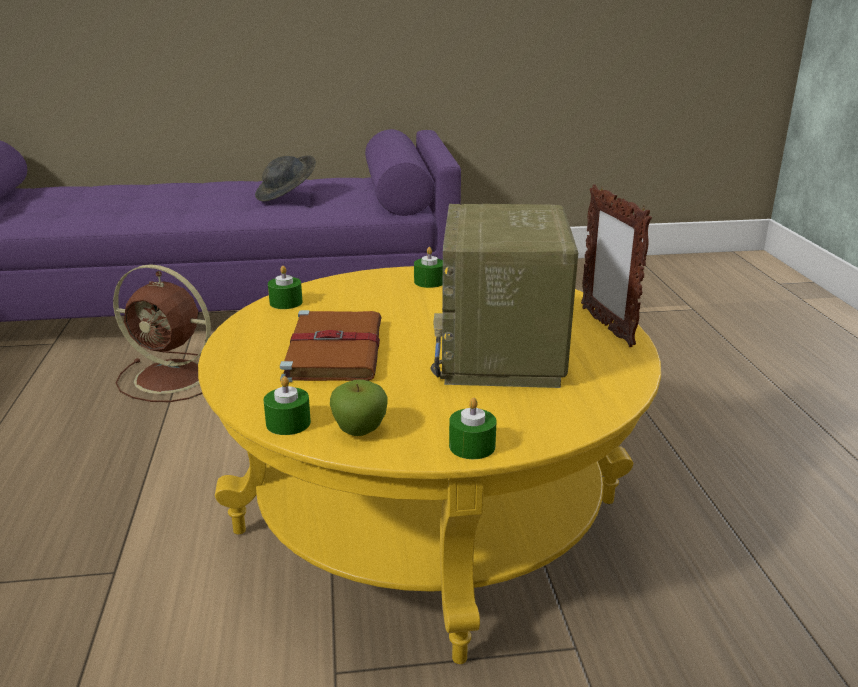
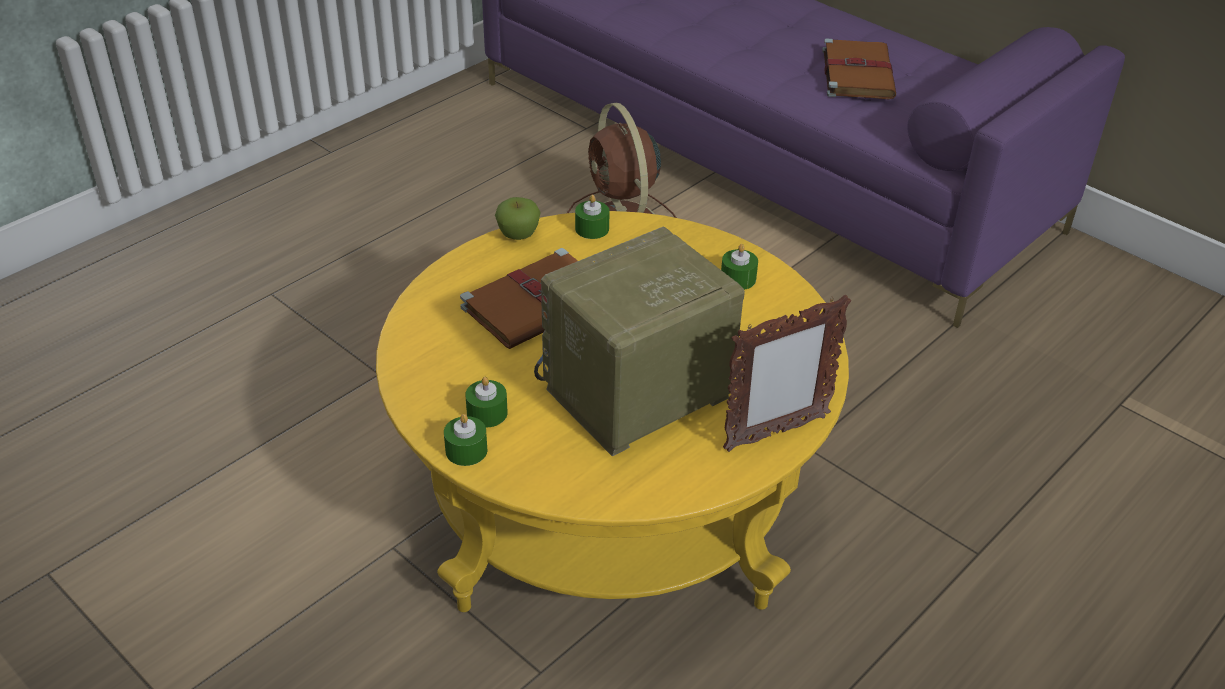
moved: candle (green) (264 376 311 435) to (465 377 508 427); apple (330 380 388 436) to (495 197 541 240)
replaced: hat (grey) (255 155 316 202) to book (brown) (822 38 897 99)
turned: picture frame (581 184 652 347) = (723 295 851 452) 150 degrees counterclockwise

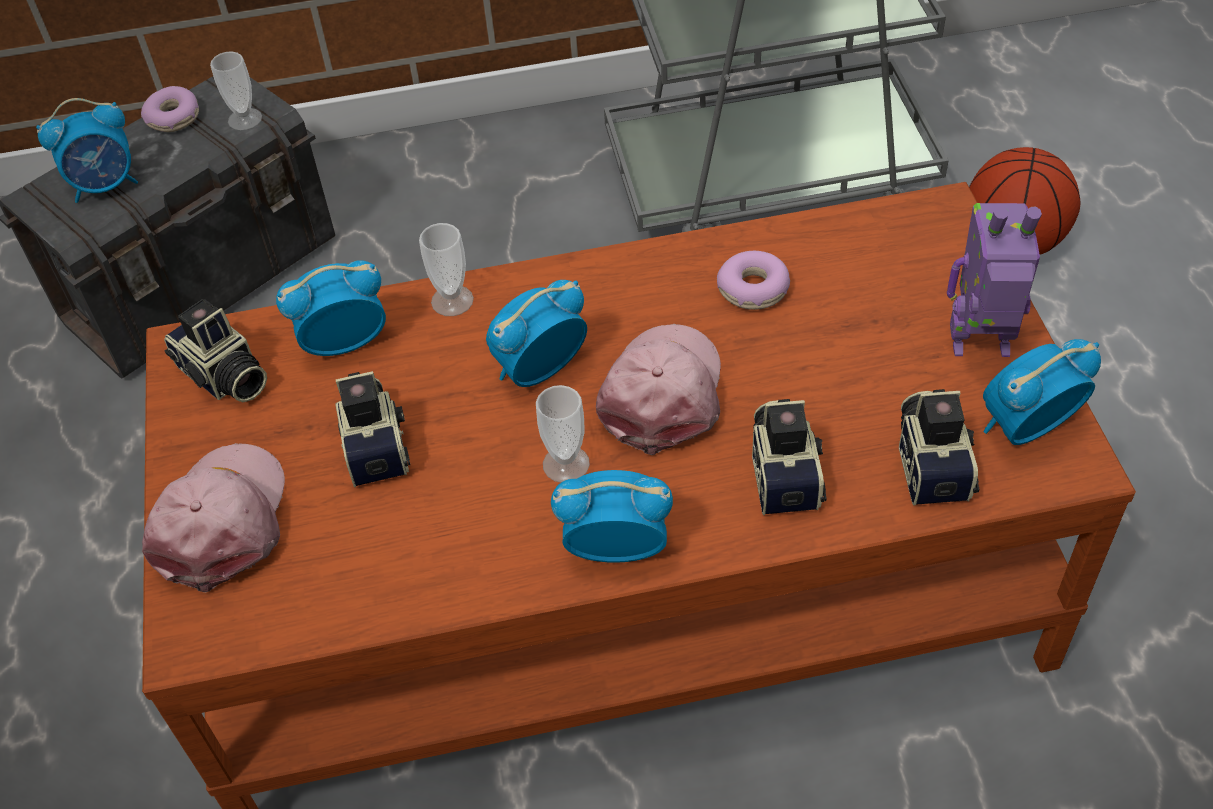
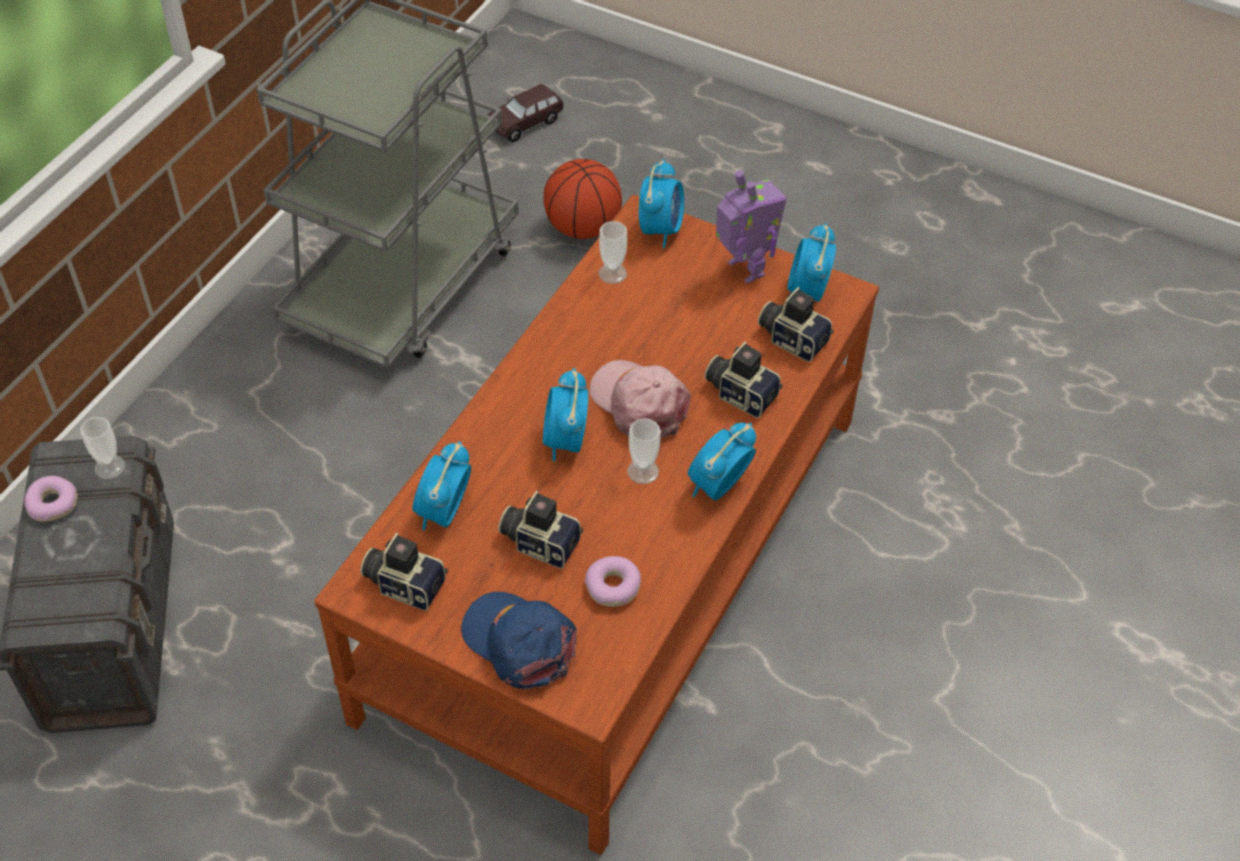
added: toy car (brown) (488 84 563 142)
moved: alarm clock (36 98 138 203) to (639 159 684 248); cup (419 223 474 316) to (599 221 627 284); donut (717 251 790 310) to (585 556 641 607)
recoloured: cap (pink) (142 443 285 592) to cap (blue) (461 592 577 689)
turned: photo camera (164 299 267 402) = (360 533 448 611) 150 degrees counterclockwise; toy robot (947 203 1042 357) = (716 170 787 284) 105 degrees clockwise

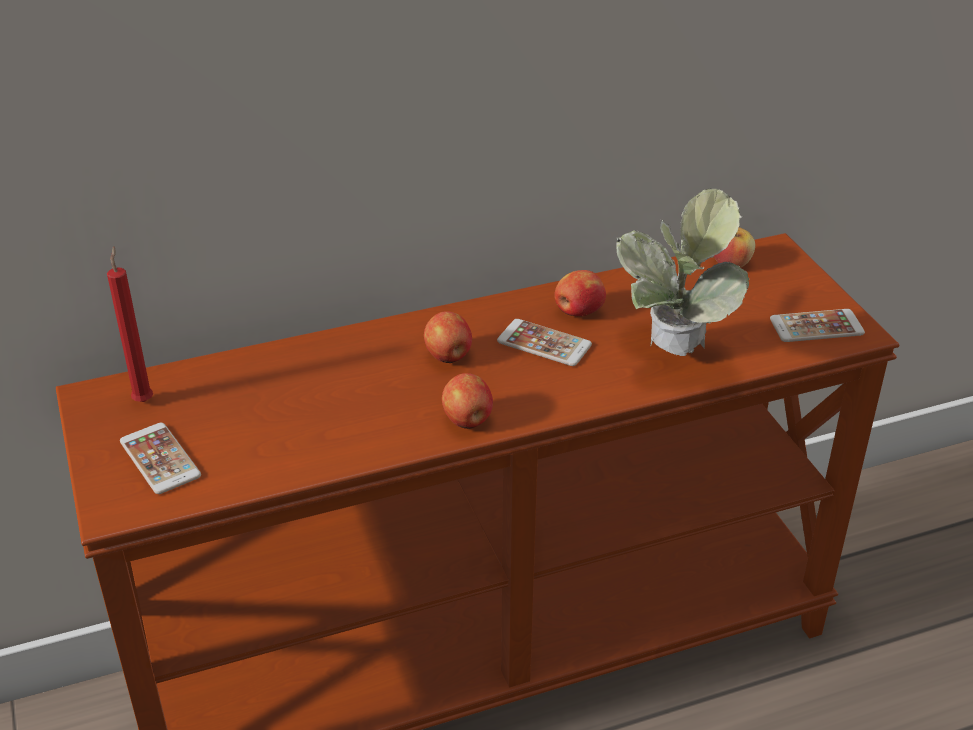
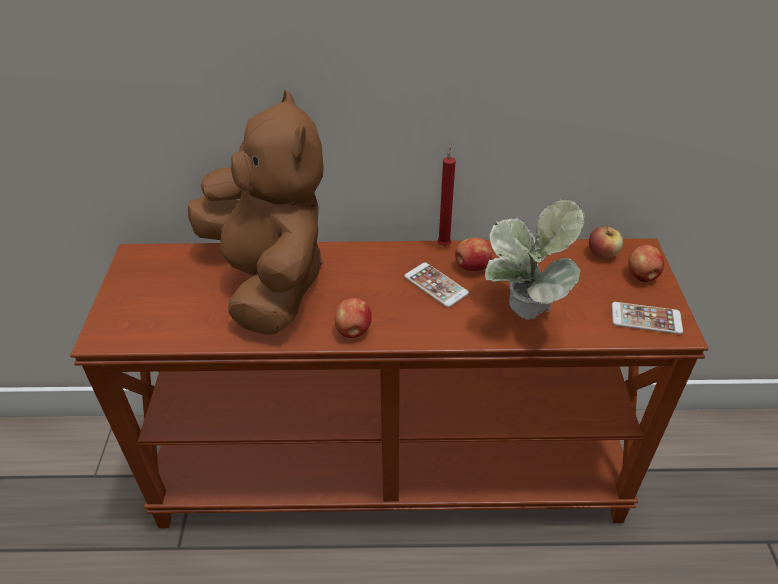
removed: phone (120 423 201 494)
added: plush toy (brown) (188 90 324 335)
moved: candle (red) (107 246 153 402) to (437 143 456 246); apple (424 311 472 363) to (628 245 664 282)

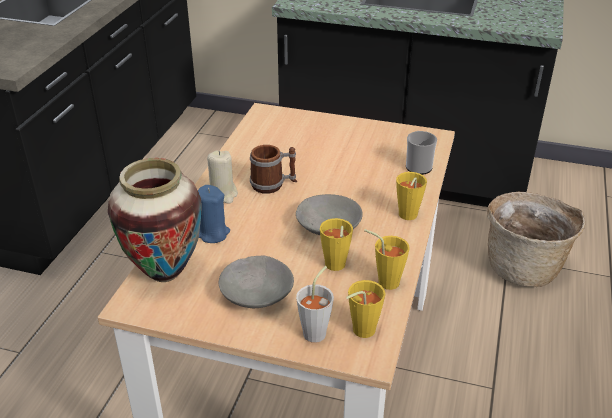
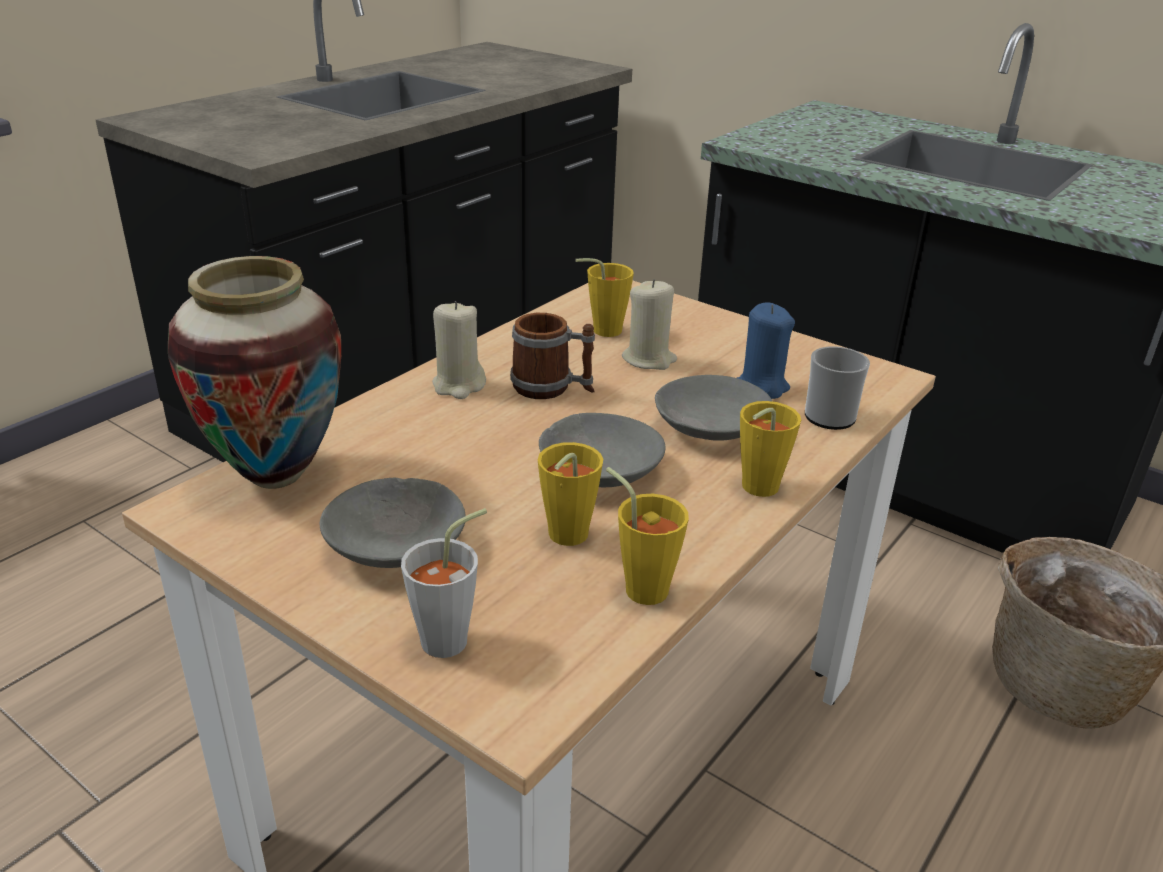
added: candle (beige) (622 279 677 370); bowl (grey) (655 375 773 441)
moved: candle (blue) (198 185 230 243) to (737 302 795 399); cup (yellow) (346 280 385 338) to (576 258 634 337)

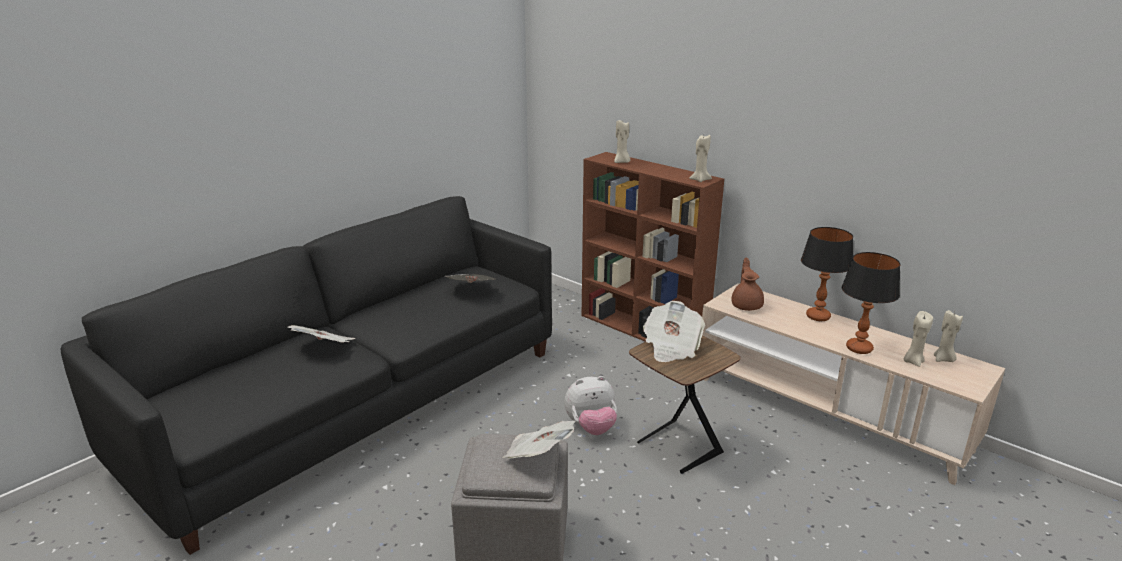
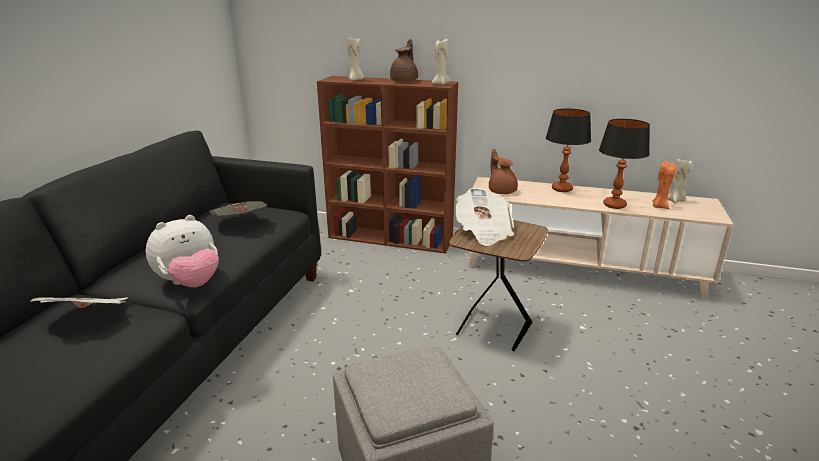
removed: newspaper (503 421 576 459)
added: teapot (brown) (390 39 418 82)
moved: plush toy (564 376 617 435) to (146 215 219 287)
recoloured: candle (beige) (903 311 933 367) to candle (orange) (653 162 676 209)

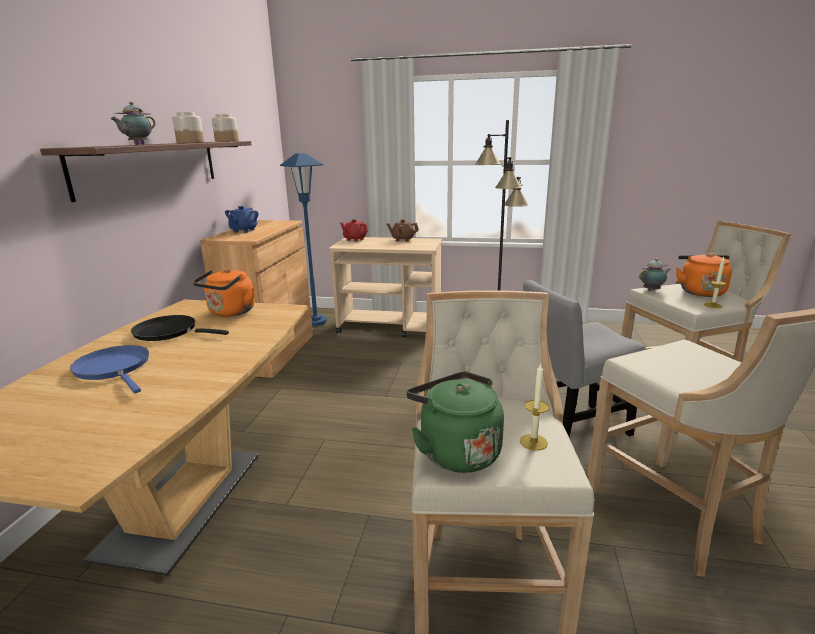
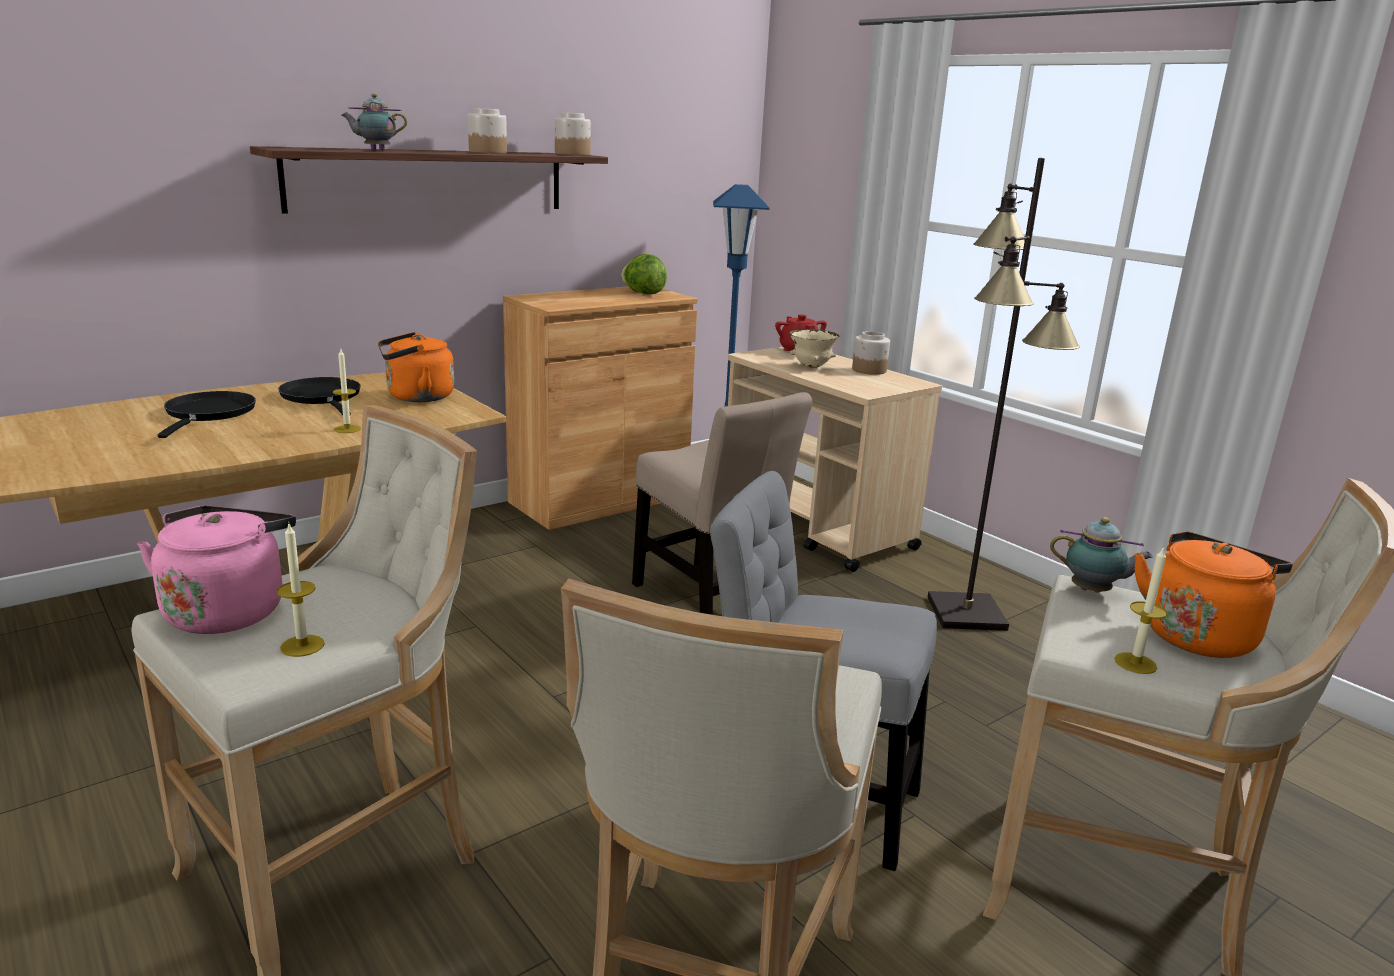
removed: teapot (blue) (225 206 258 233)
added: candle (333 349 361 433); lettuce (621 254 667 294); chair (beige) (632 392 813 615); bowl (beige) (789 329 839 368)
replaced: teapot (brown) (387 219 419 242) to jar (852 331 890 375)
recoloured: frying pan (blue) (70 345 149 393) to frying pan (black) (158 391 256 438); kettle (green) (406 372 504 473) to kettle (pink) (137 506 296 634)

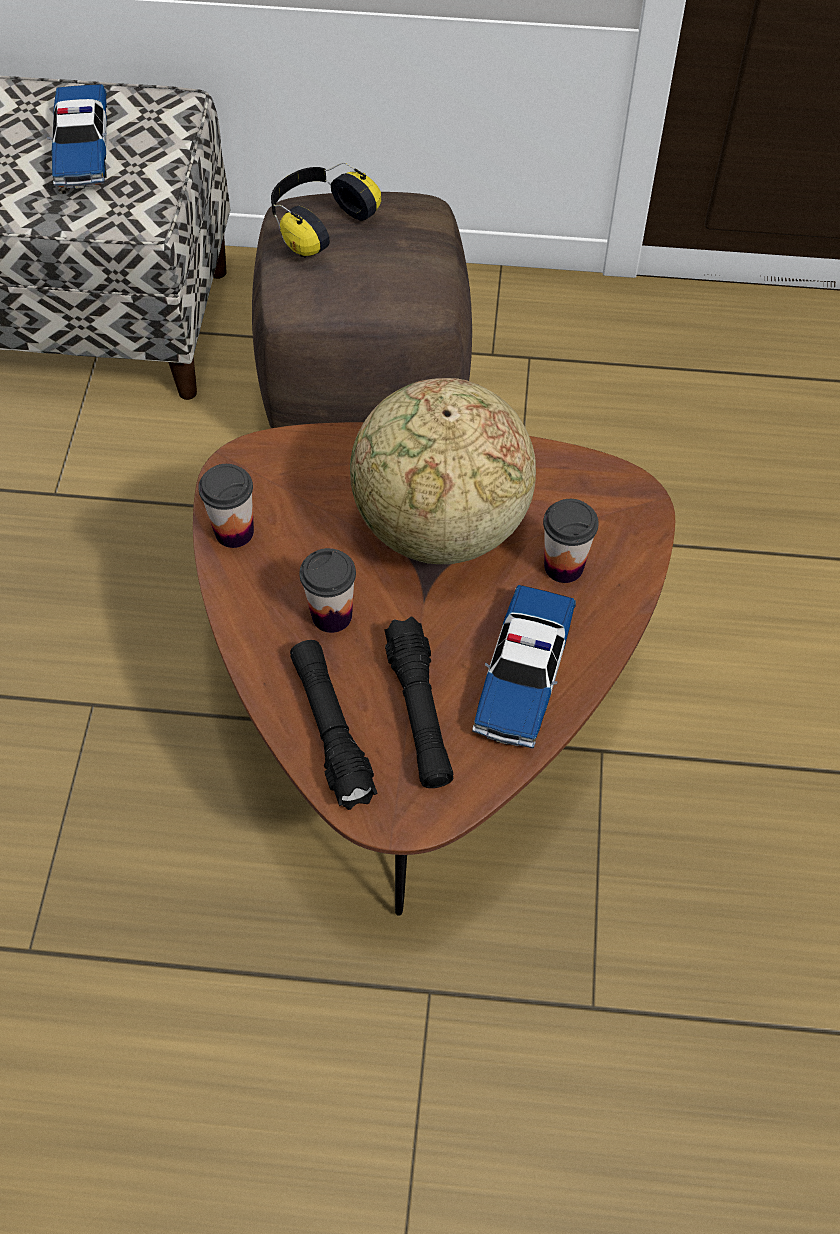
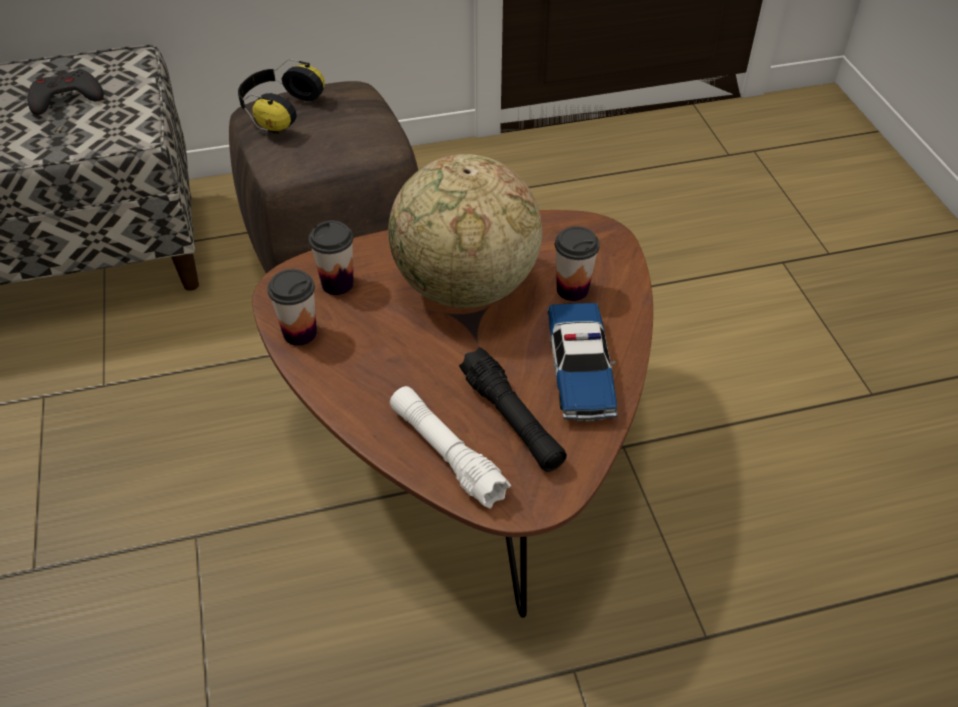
moved: cup (300 548 356 633) to (309 221 354 295)
replaced: toy car (47 84 107 189) to game controller (grey) (27 70 104 115)
recoloured: flashlight (black) (290 640 377 810) to flashlight (white) (390 386 511 509)

